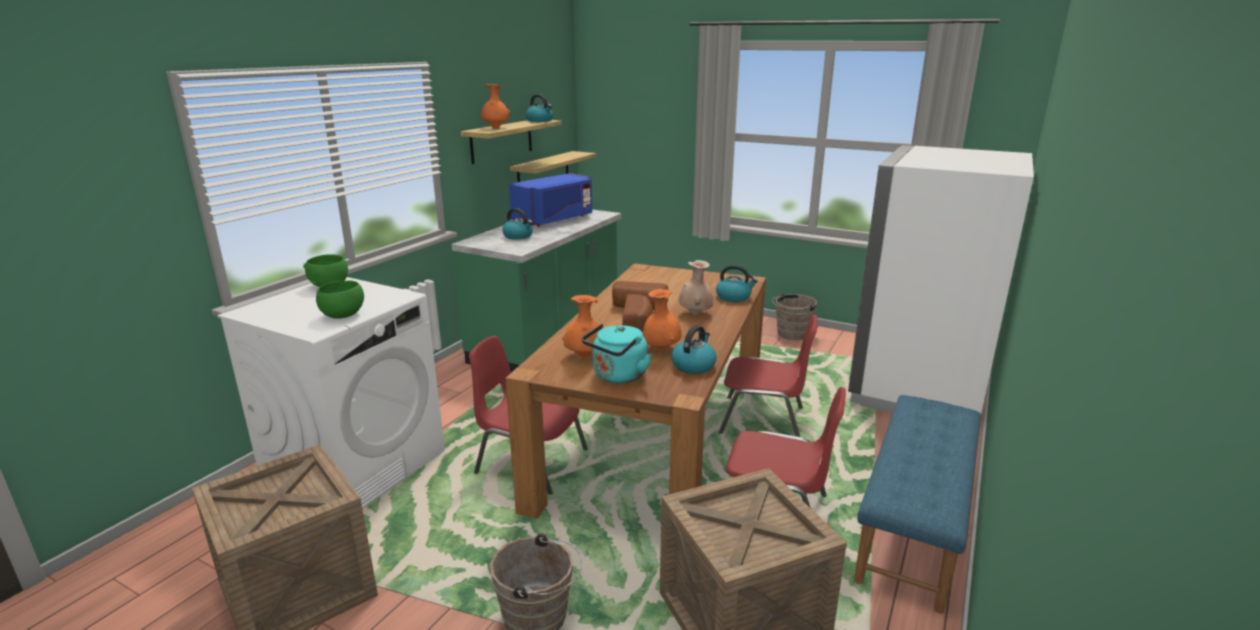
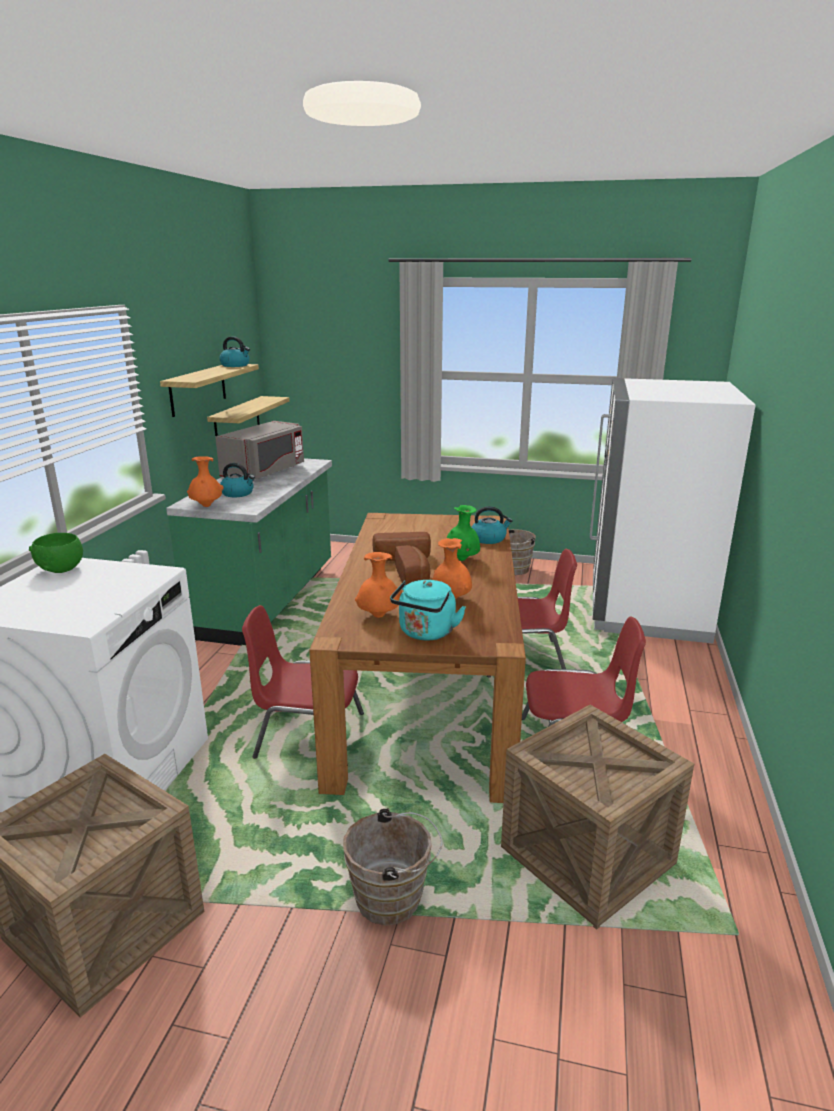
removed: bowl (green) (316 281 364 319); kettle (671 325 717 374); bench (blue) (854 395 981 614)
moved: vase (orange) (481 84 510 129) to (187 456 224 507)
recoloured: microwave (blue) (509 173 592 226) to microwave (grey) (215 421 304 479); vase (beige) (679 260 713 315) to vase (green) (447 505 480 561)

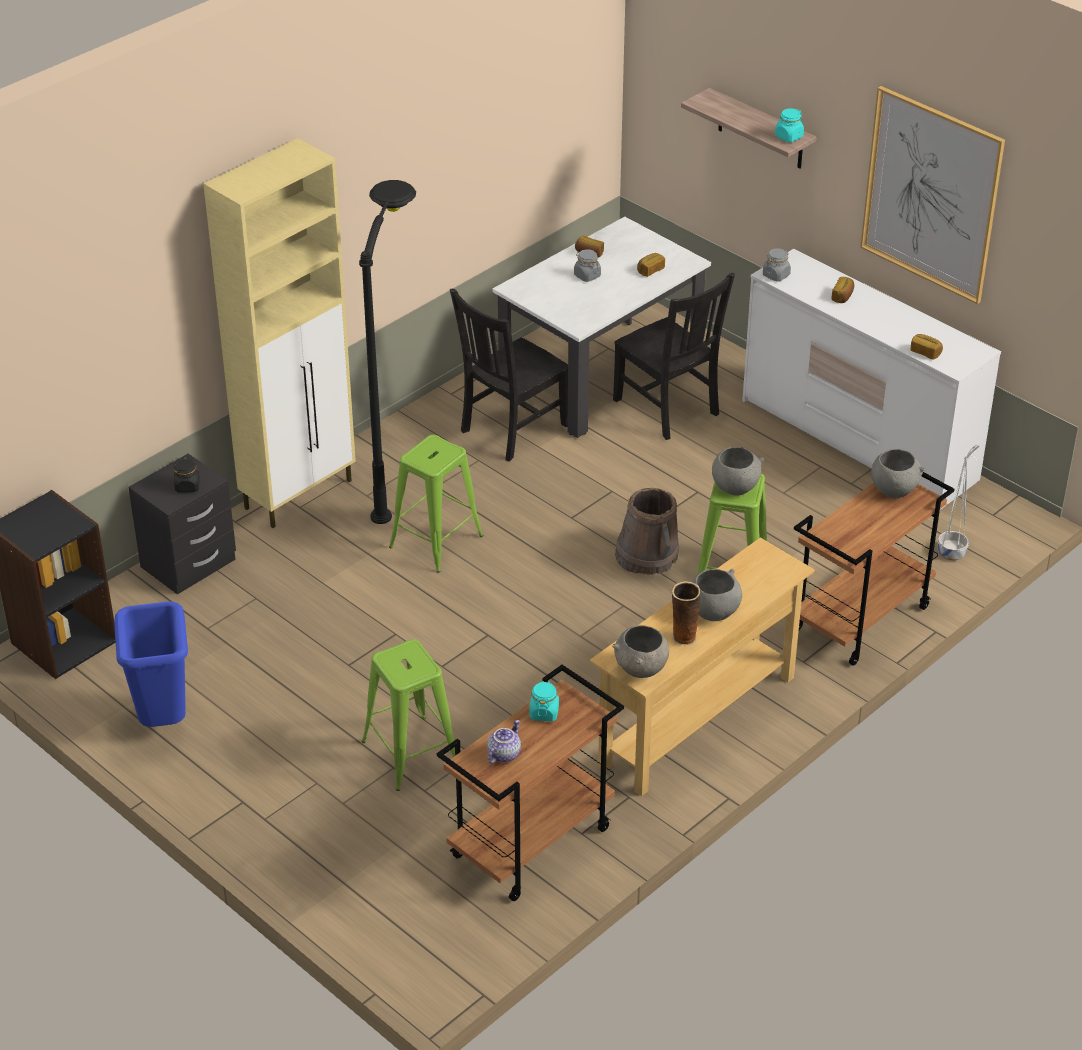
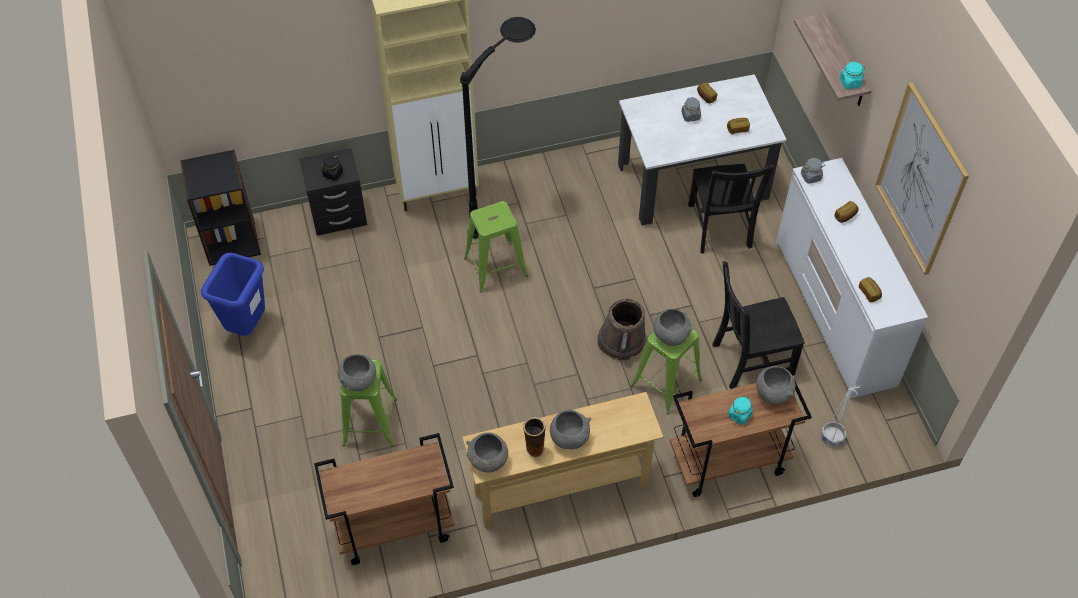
removed: teapot (487 720 521 764)
added: bowl (grey) (338 354 376 391)
moved: chair (black) (450 289 568 462) to (712 262 805 389); jar (turquoise) (529 681 559 722) to (728 396 753 425)

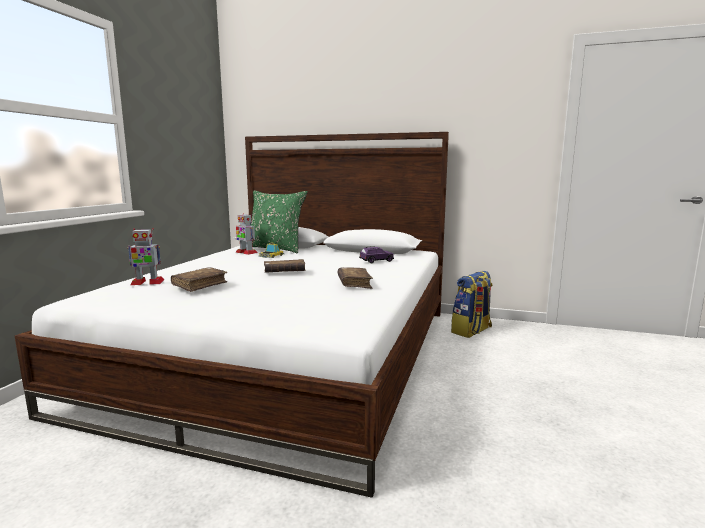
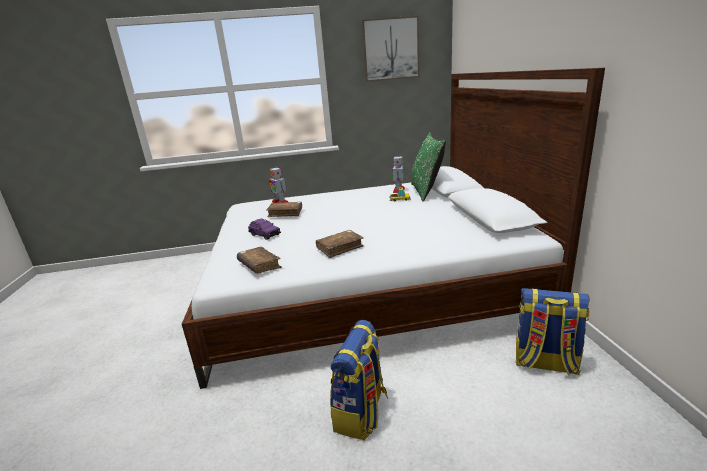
added: backpack (330 320 388 440); picture (362 16 419 82)
moved: book (brown) (264 259 306 273) to (237 246 282 274); toy car (purple) (359 246 394 263) to (248 219 281 240)

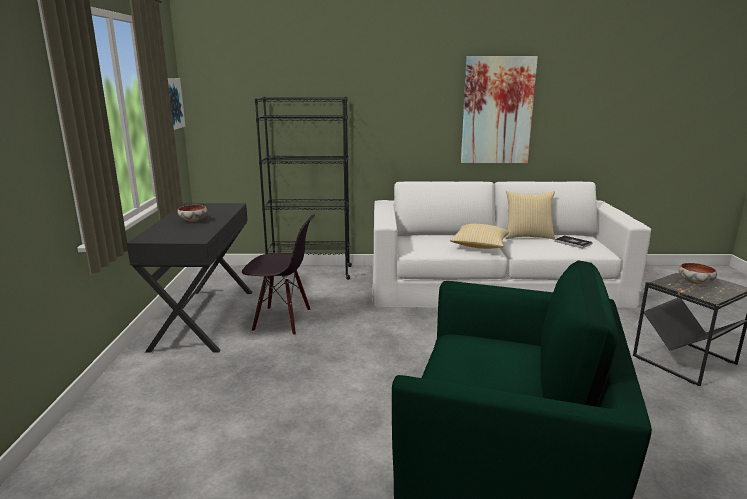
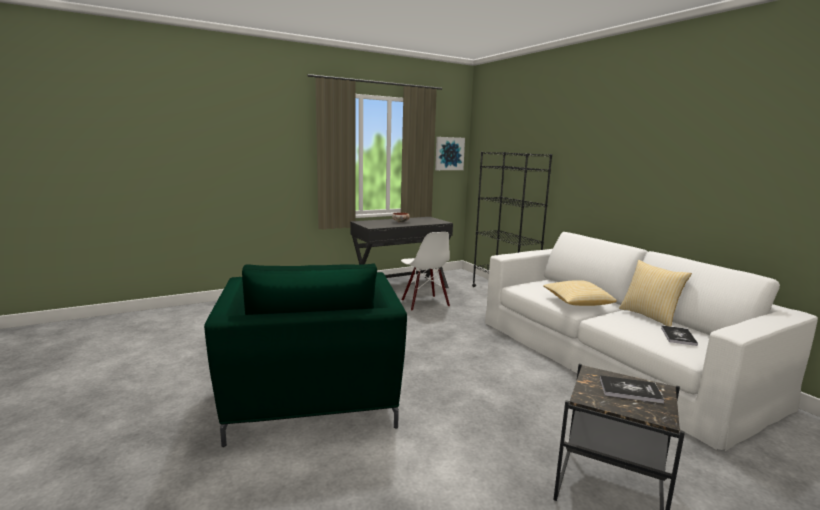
removed: picture (461 56 538 163)
replaced: bowl (679 263 717 284) to book (599 375 664 404)
recoloured: chair (black) (242 214 315 335) to chair (white) (401 232 450 311)

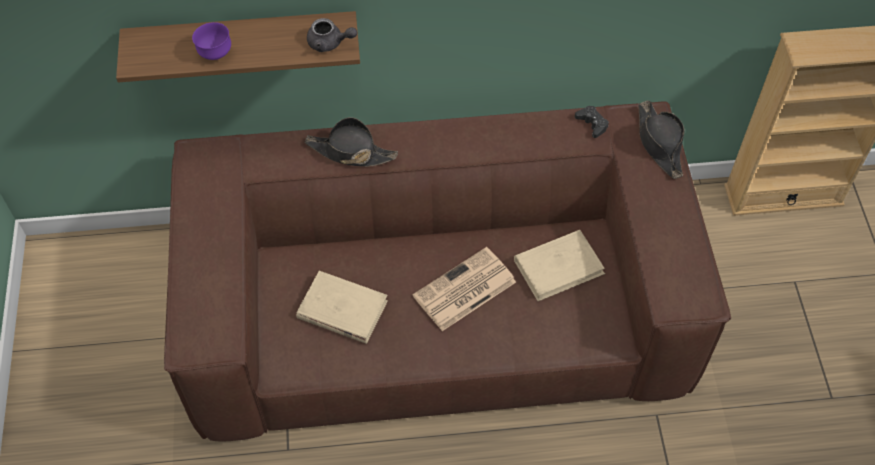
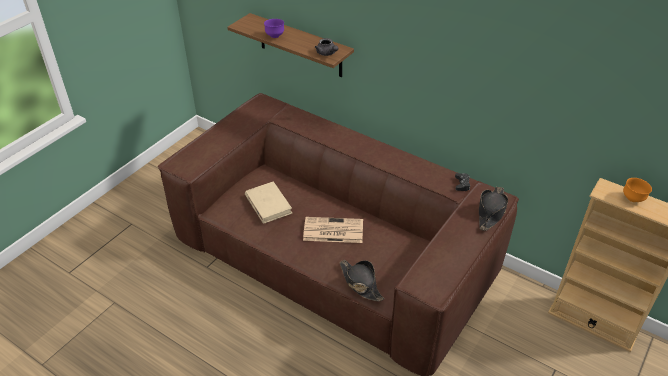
removed: book (beige) (514 230 605 301)
added: bowl (orange) (623 178 652 202)
moved: hat (black) (304 117 398 167) to (339 260 384 302)

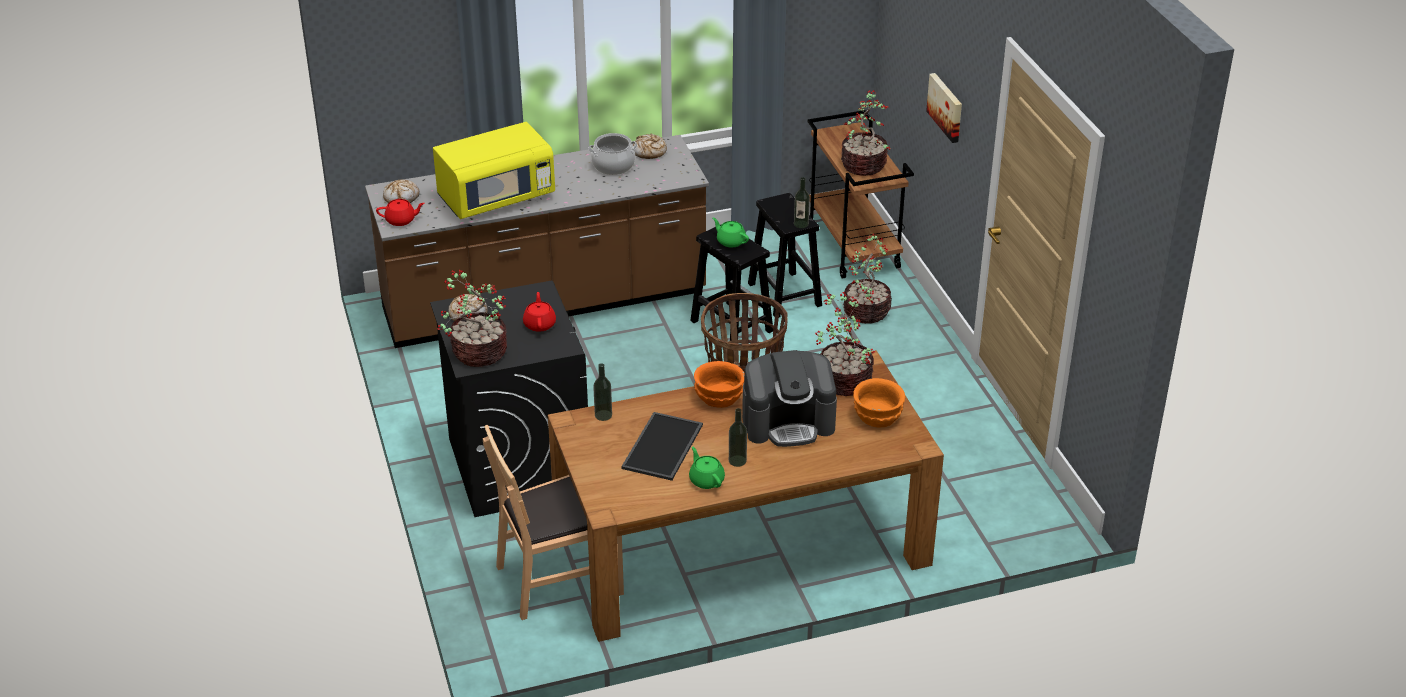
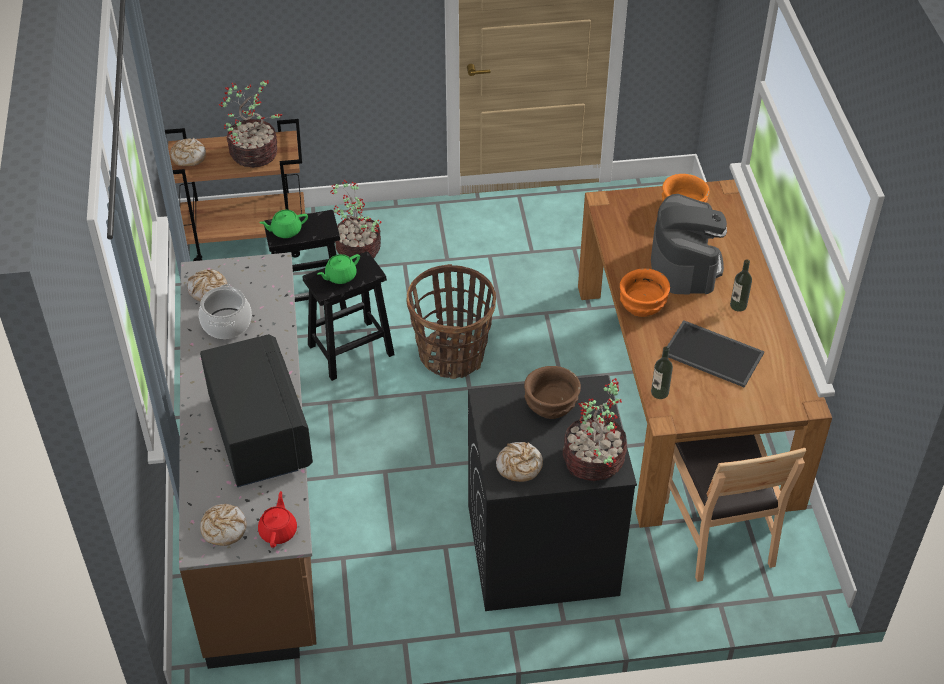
removed: bottle (794 177 810 228); potted plant (815 292 875 396); picture (926 73 962 143)
added: bread (170 138 206 166)
moved: teapot (green) (689 447 725 489) to (259 210 308 238)
replaced: teapot (red) (523 292 556 332) to bowl (brown) (524 366 581 419)
recoloured: microwave (yellow) (433 122 555 219) to microwave (black) (200 334 313 487)

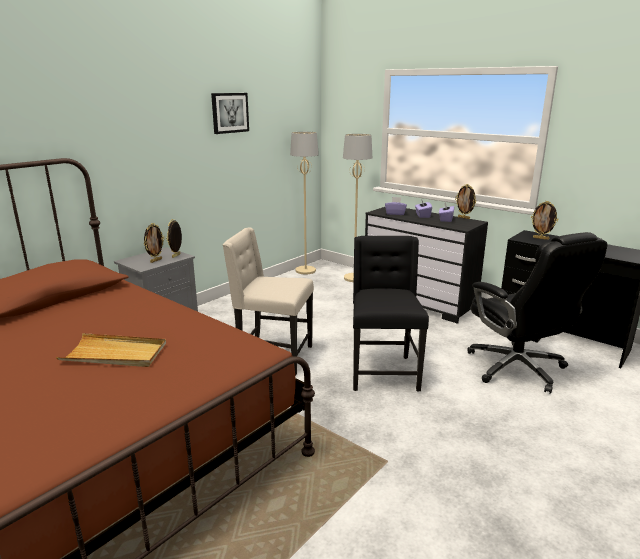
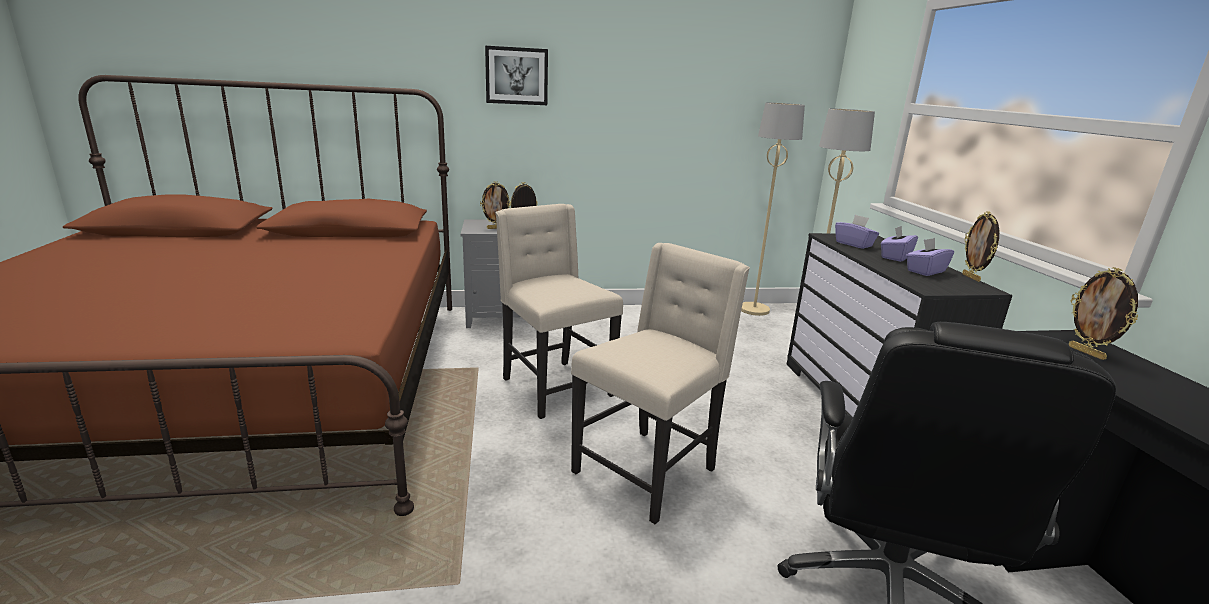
removed: tray (beige) (56 333 166 367)
moved: picture (211 93 249 134) to (485 46 548 105)
recoloured: chair (black) (353 236 429 392) to chair (beige) (571 243 750 524)

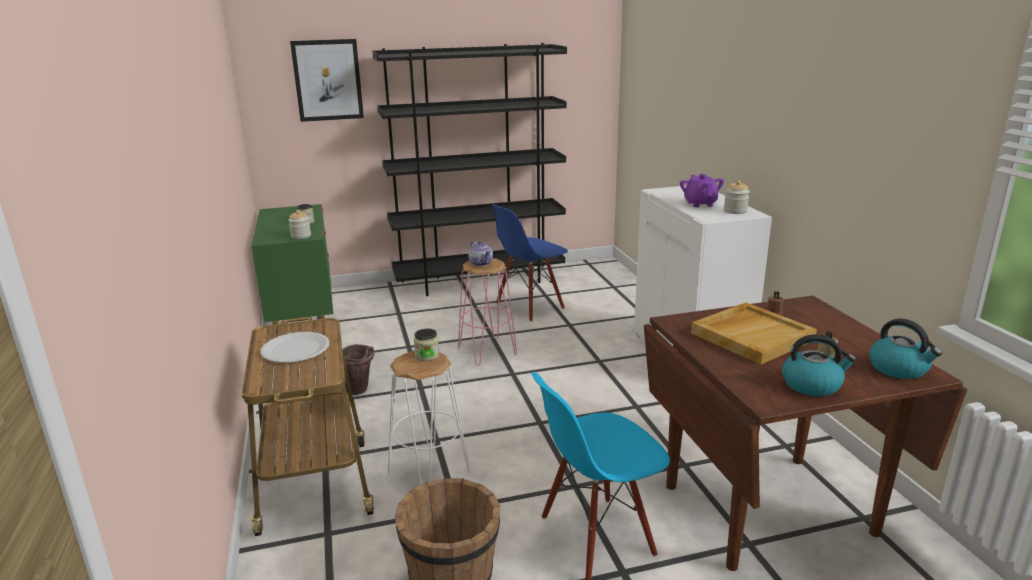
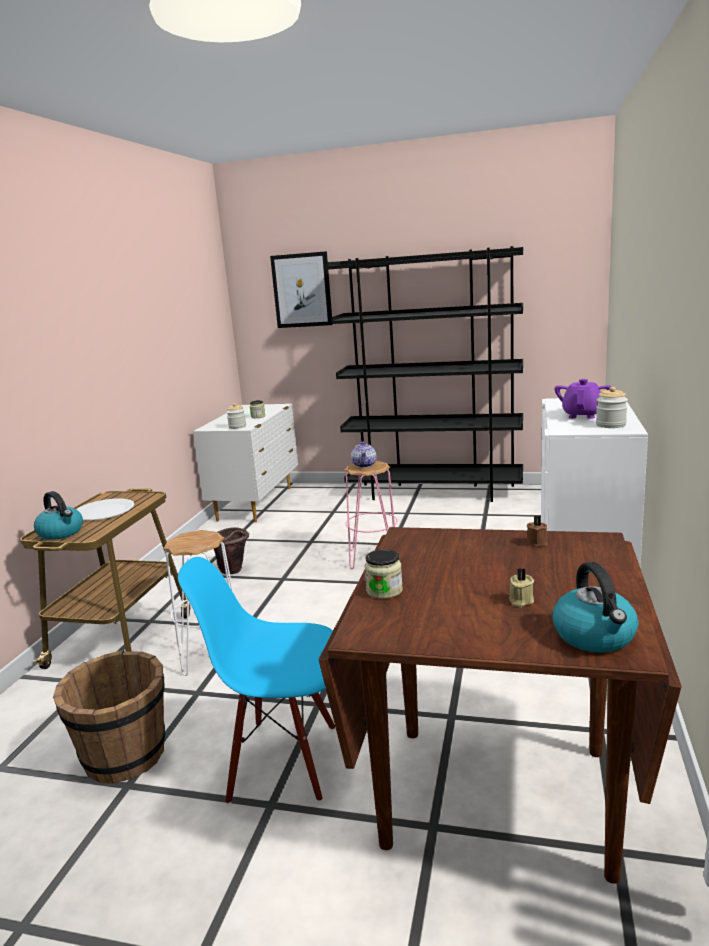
removed: chair (blue) (492 205 568 322); tray (beige) (691 302 817 365)
moved: jar (414 329 439 361) to (365 549 403 599); kettle (782 334 856 396) to (34 491 83 540)
recoloured: dresser (green) (251 204 333 330) to dresser (white) (193 404 298 522)

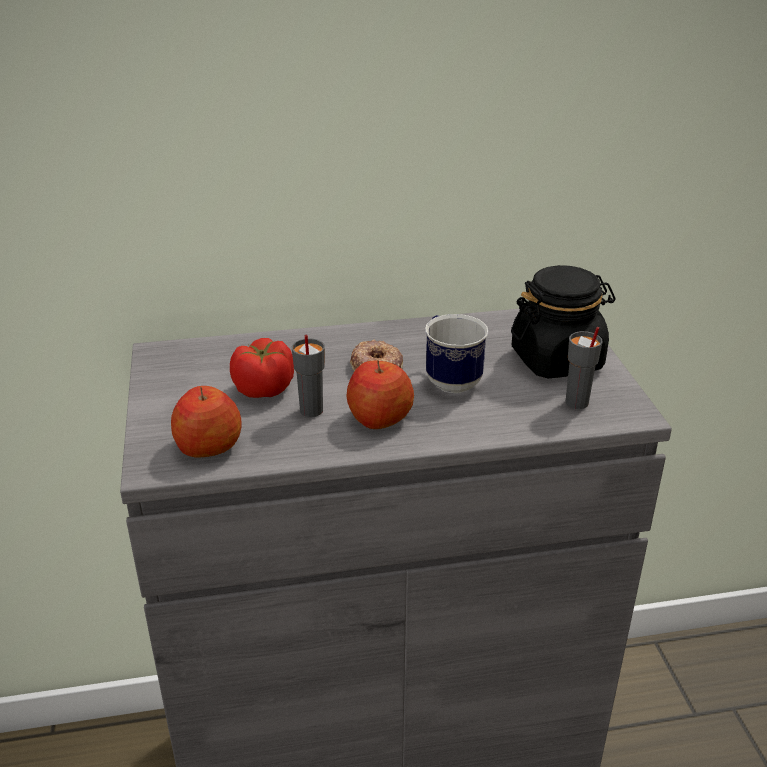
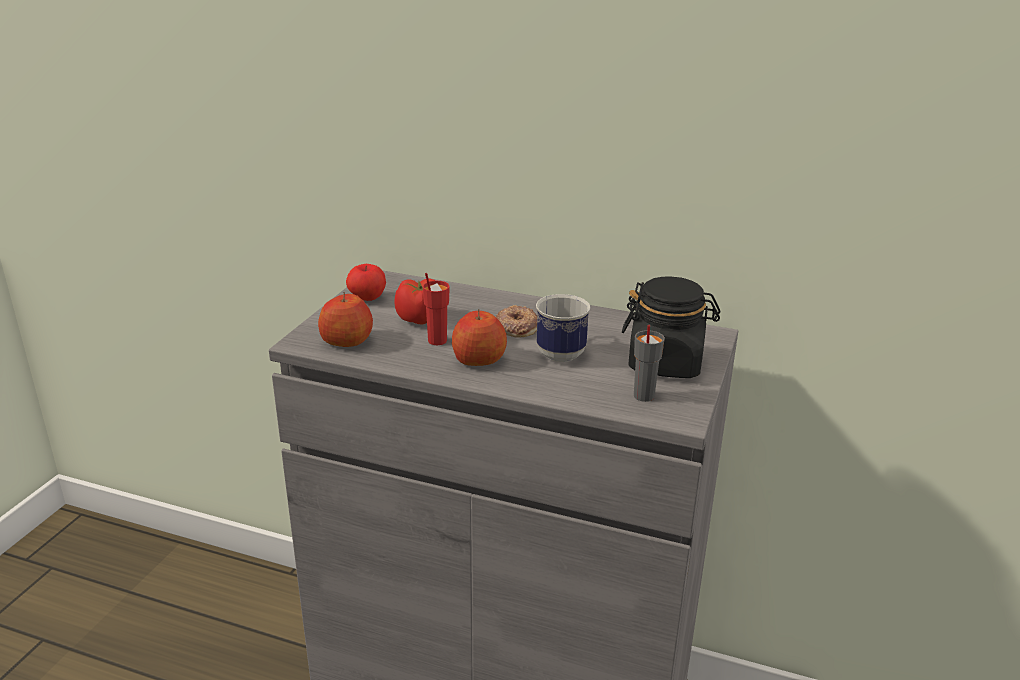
added: apple (346 264 386 301)
recoloured: cup (grey) (292 335 325 417) to cup (red) (423 273 450 345)

